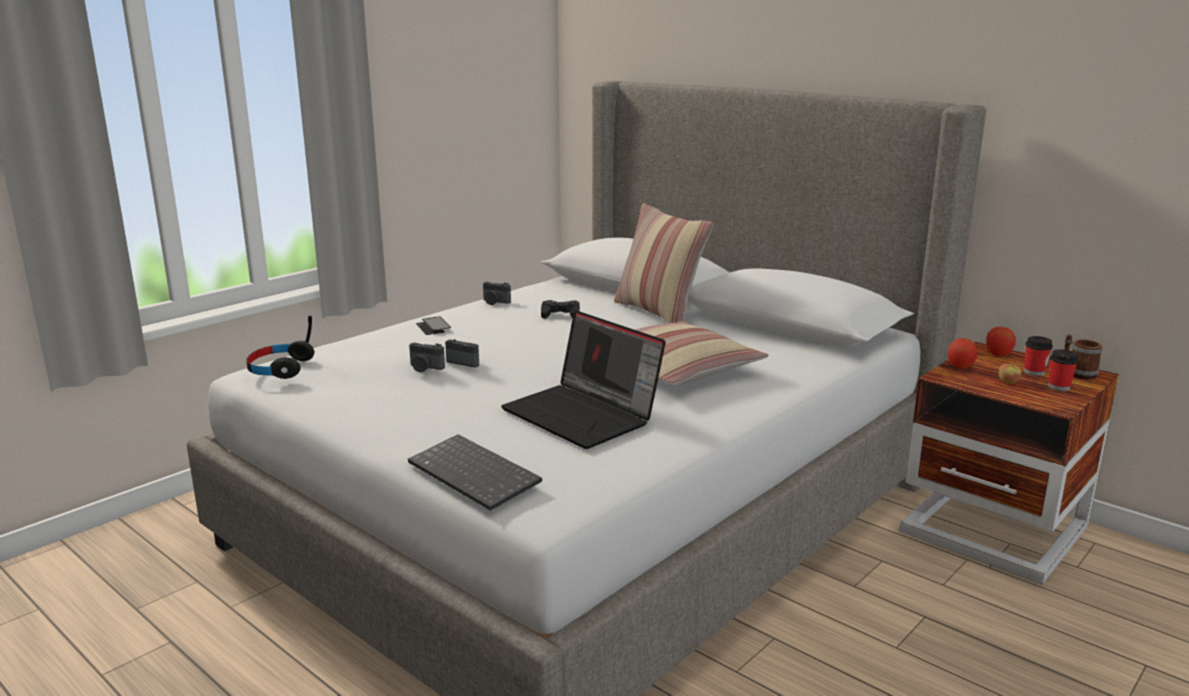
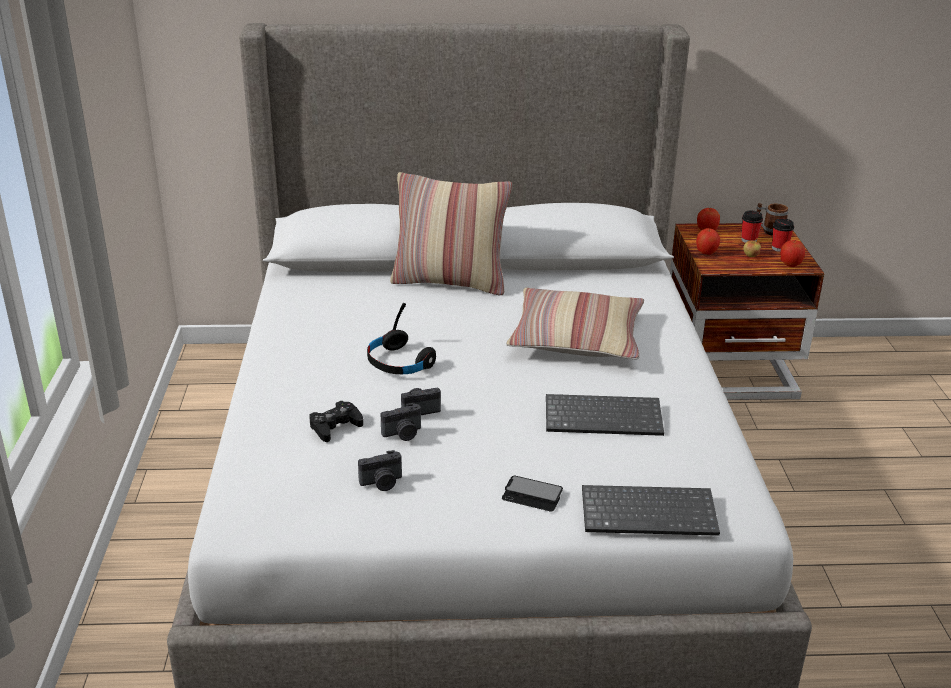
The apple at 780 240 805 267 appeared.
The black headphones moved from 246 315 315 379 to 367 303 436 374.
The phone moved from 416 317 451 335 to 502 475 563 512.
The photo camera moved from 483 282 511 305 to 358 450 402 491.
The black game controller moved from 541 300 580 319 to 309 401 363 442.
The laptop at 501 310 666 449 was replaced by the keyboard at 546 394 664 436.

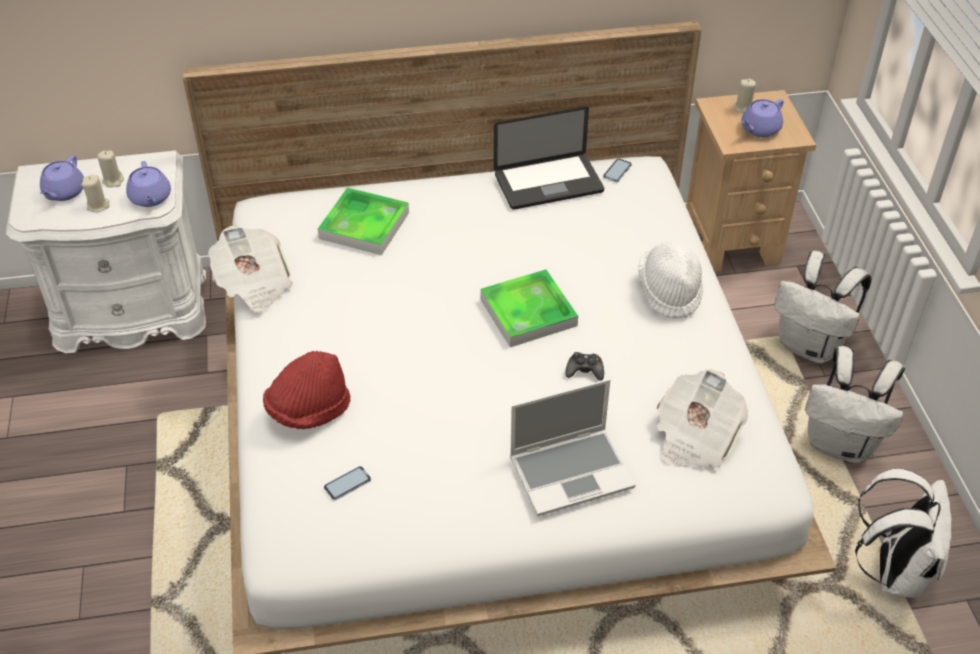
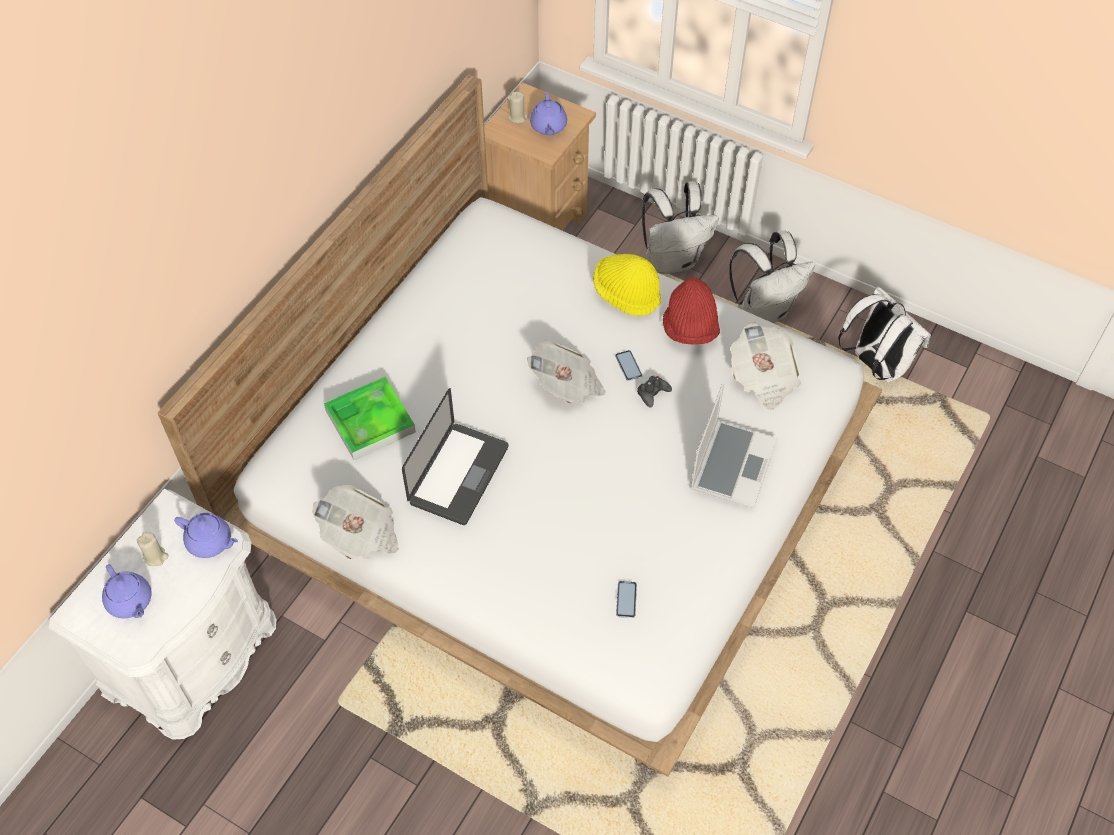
The beige candle at 82 175 110 212 disappeared.
The red hat moved from 263 351 351 429 to 663 276 720 344.
The laptop moved from 494 107 604 209 to 402 388 508 525.
The phone moved from 603 158 632 182 to 615 350 642 381.
The tray at 480 269 578 347 was replaced by the newspaper at 527 341 606 404.
The white hat at 638 242 704 318 became the yellow hat at 593 254 661 316.

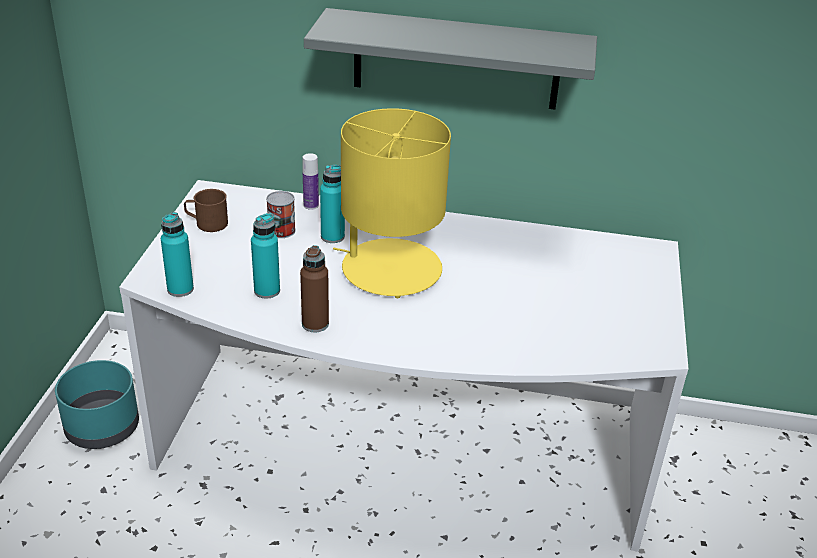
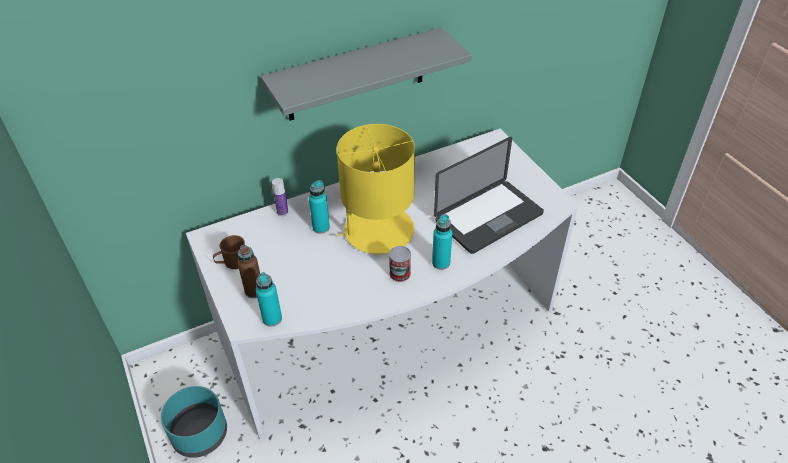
The laptop at 434 137 544 254 appeared.
The turquoise bottle moved from 251 213 280 299 to 432 214 452 270.
The can moved from 266 191 296 238 to 389 246 411 282.
The brown bottle moved from 300 245 329 332 to 237 245 260 298.

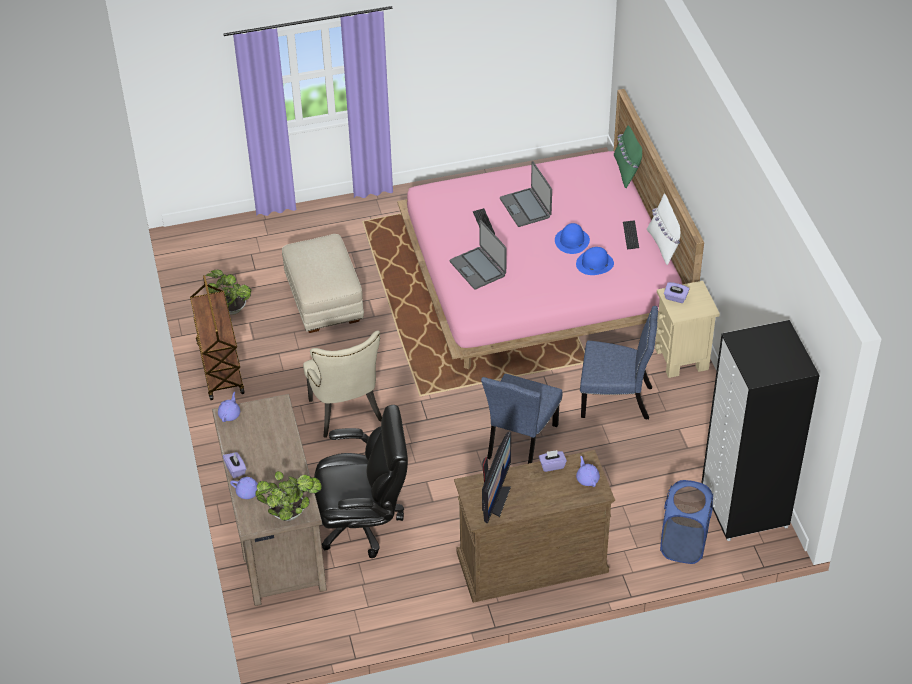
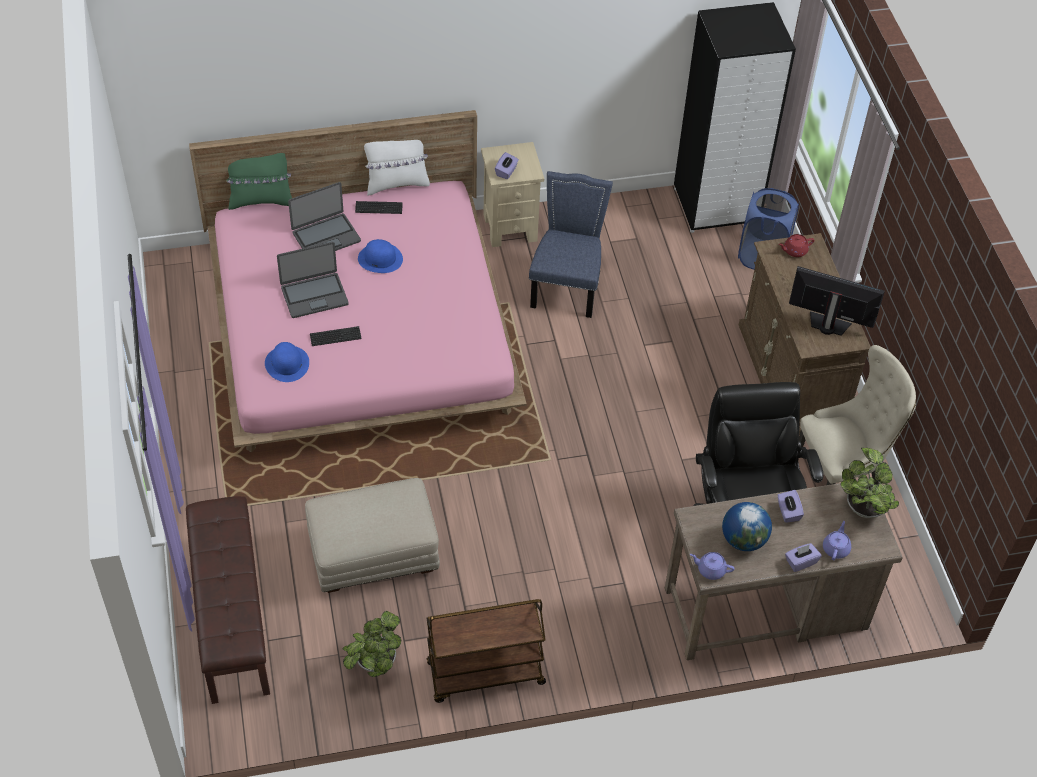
The blue chair at 481 374 563 464 disappeared.
The brown bench at 186 496 270 704 appeared.
The globe at 722 502 772 551 appeared.
The beige chair moved from 303 331 382 438 to 799 345 916 485.
The laptop moved from 450 220 507 289 to 288 182 361 251.
The purple tissue box moved from 539 450 567 472 to 777 490 804 523.
The blue hat moved from 576 247 614 275 to 265 342 309 382.
The purple teapot at 576 456 600 487 became the red teapot at 778 234 815 257.

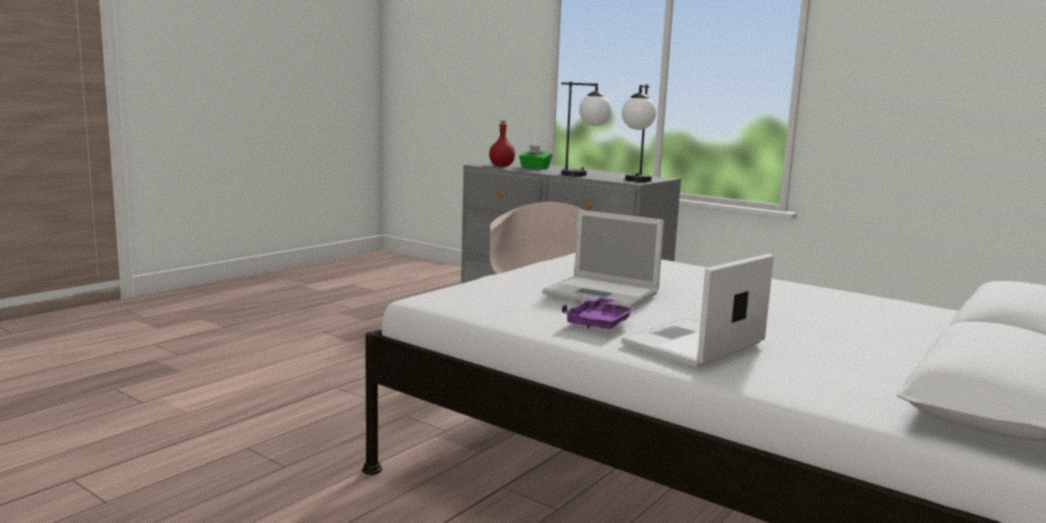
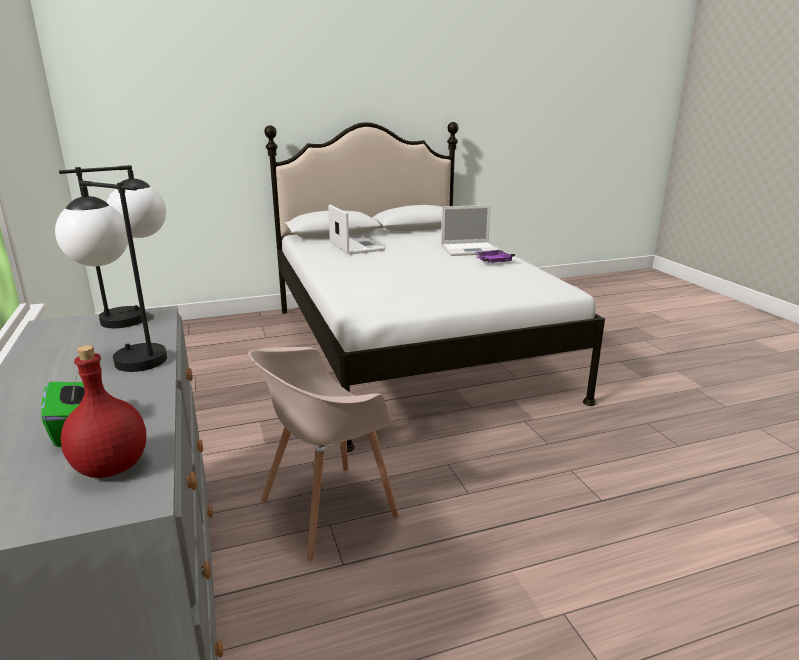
The laptop moved from 543 210 664 307 to 328 205 385 255.

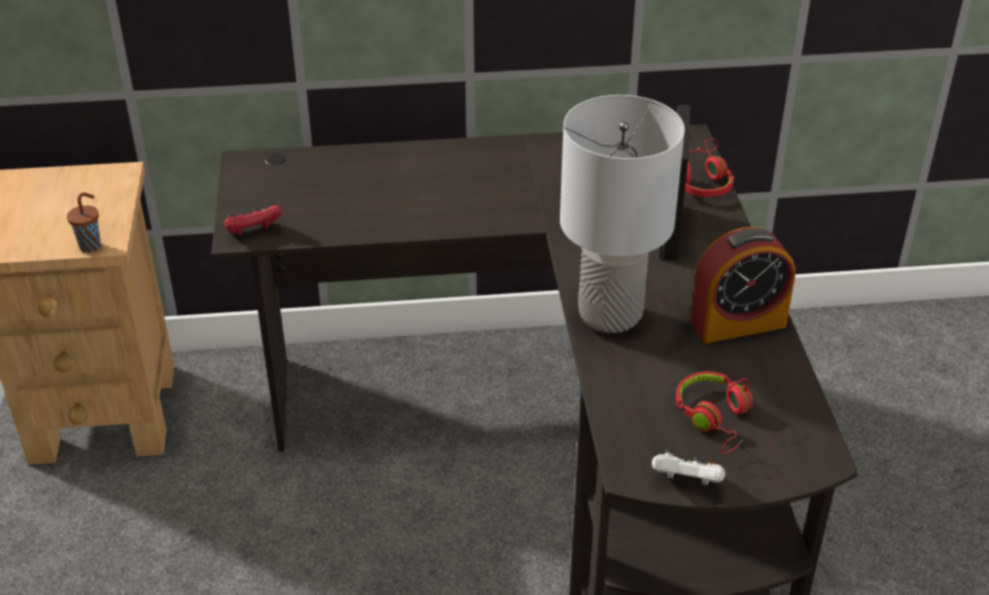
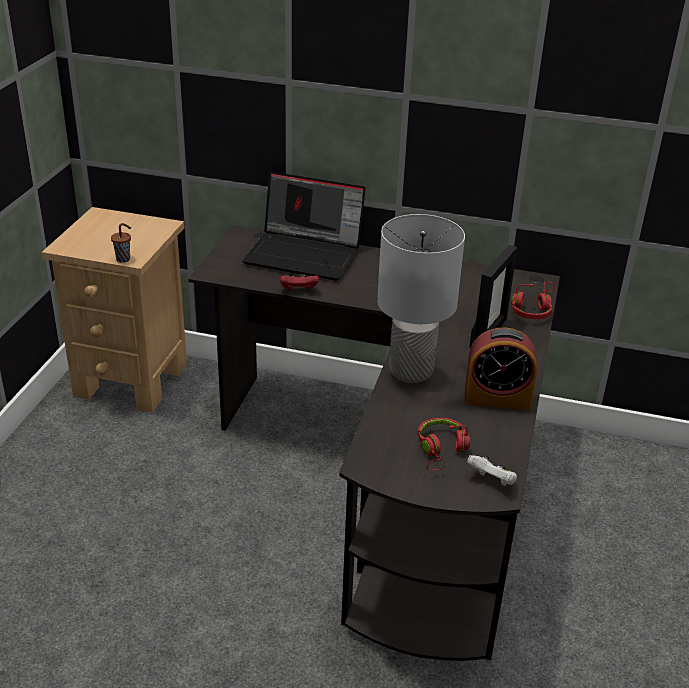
The laptop at 242 172 366 281 appeared.
The red game controller moved from 224 205 282 236 to 280 275 319 290.
The white game controller moved from 652 450 725 485 to 467 455 517 486.

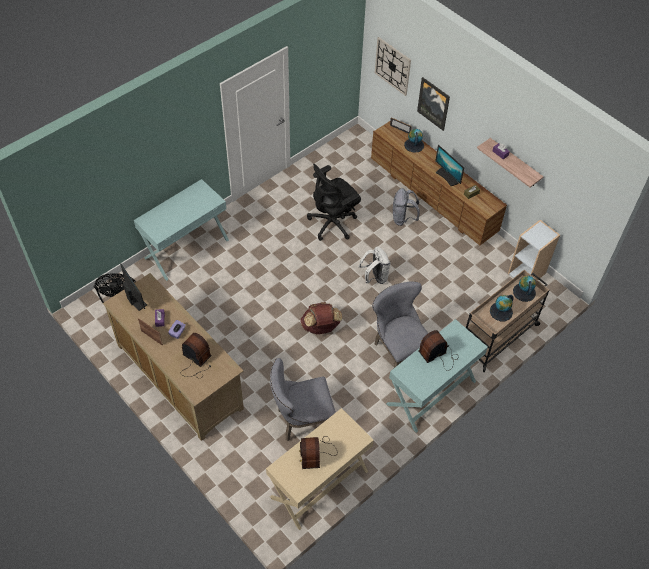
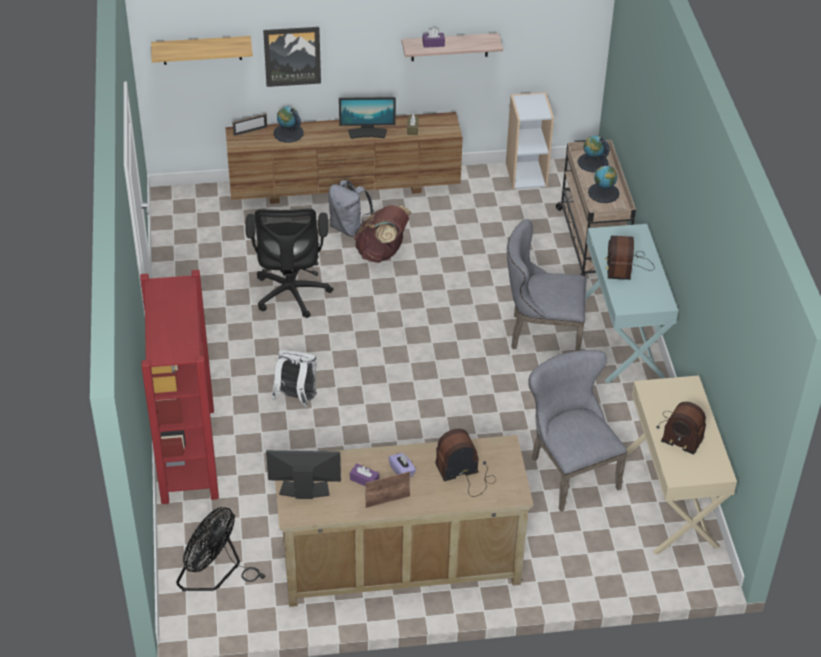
The brown backpack moved from 300 302 342 334 to 354 204 411 263.
The white backpack moved from 358 247 391 284 to 272 350 317 407.
The turquoise desk at 134 179 229 281 was replaced by the red bookcase at 140 270 219 504.
The wall clock at 375 37 411 96 was replaced by the shelf at 151 36 253 65.
The grey chair at 270 358 336 441 turned 135 degrees clockwise.

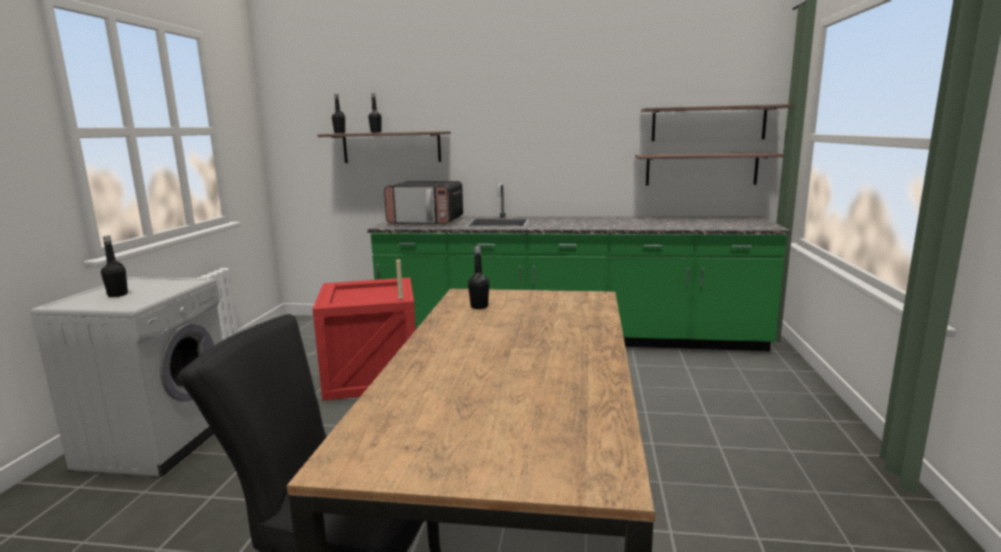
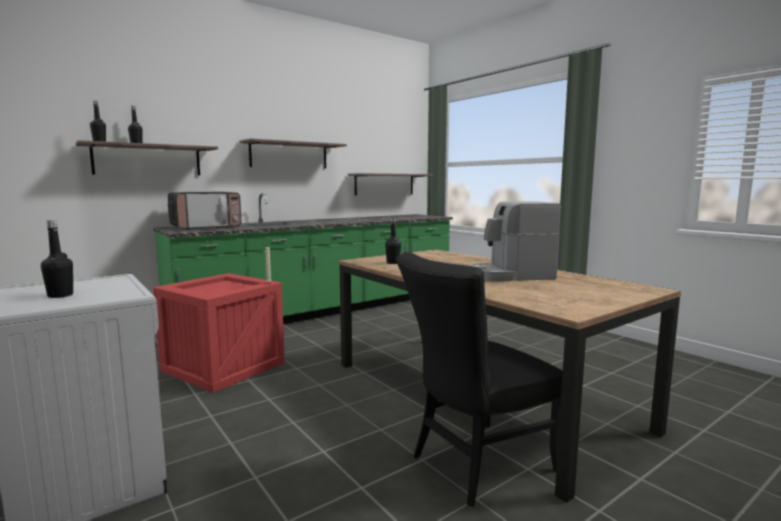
The coffee machine at 471 201 561 281 appeared.
The shelf moved from 641 104 793 141 to 239 138 347 169.

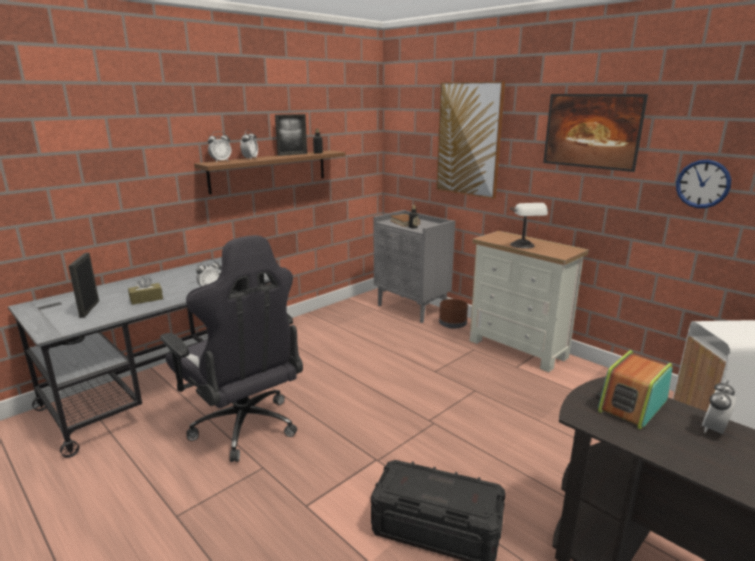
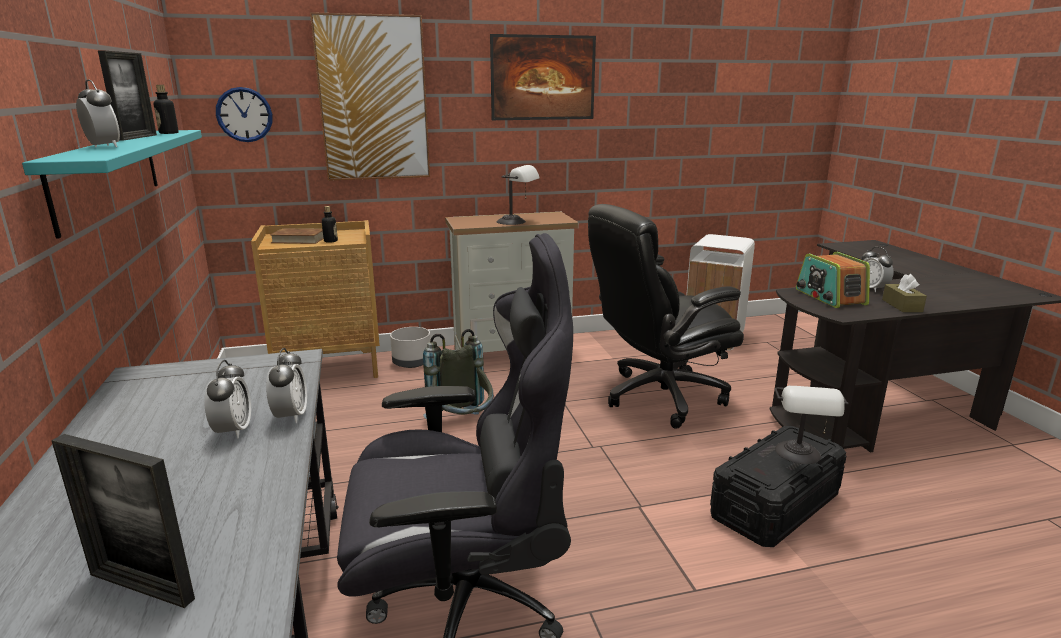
The grey backpack at 423 329 493 419 appeared.
The black office chair at 588 204 744 429 appeared.
The table lamp at 775 386 849 464 appeared.
The brown tissue box moved from 128 277 163 305 to 882 274 927 312.
The alarm clock moved from 208 131 231 162 to 204 360 251 439.
The wall clock moved from 676 160 731 208 to 216 87 273 142.
The brown shelf at 194 150 346 194 became the turquoise shelf at 22 130 202 239.
The grey cabinet at 374 210 455 323 became the brown cabinet at 251 220 380 378.
The brown planter at 439 299 468 329 became the grey planter at 390 327 430 368.

